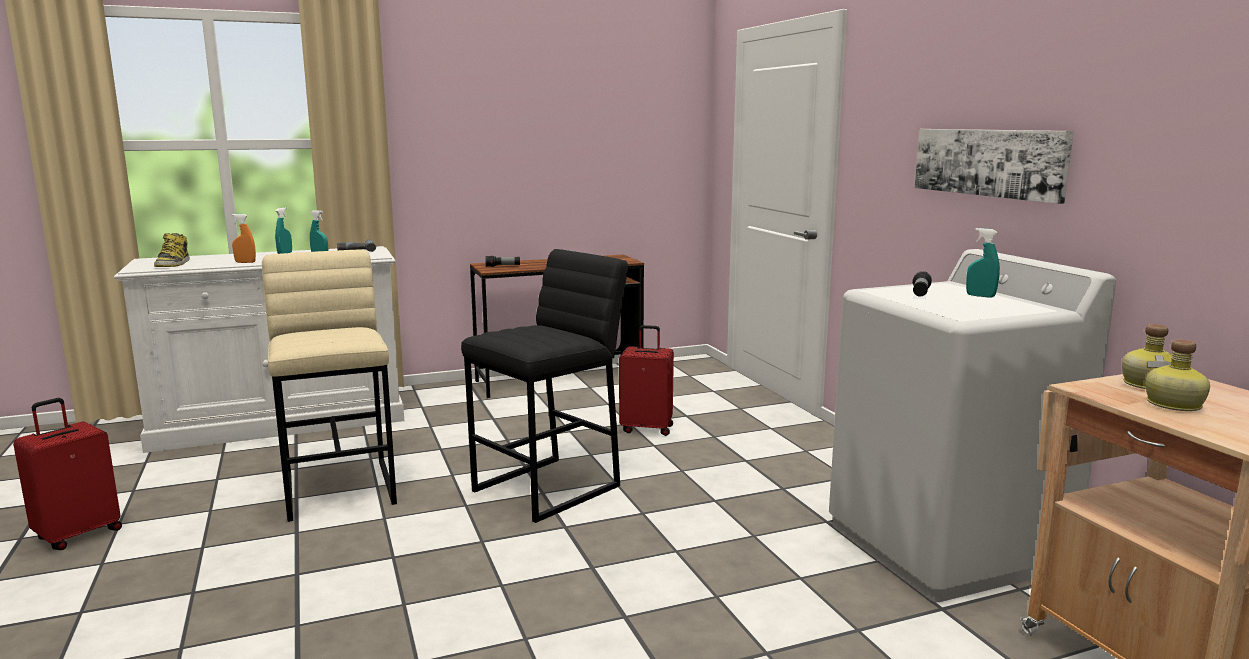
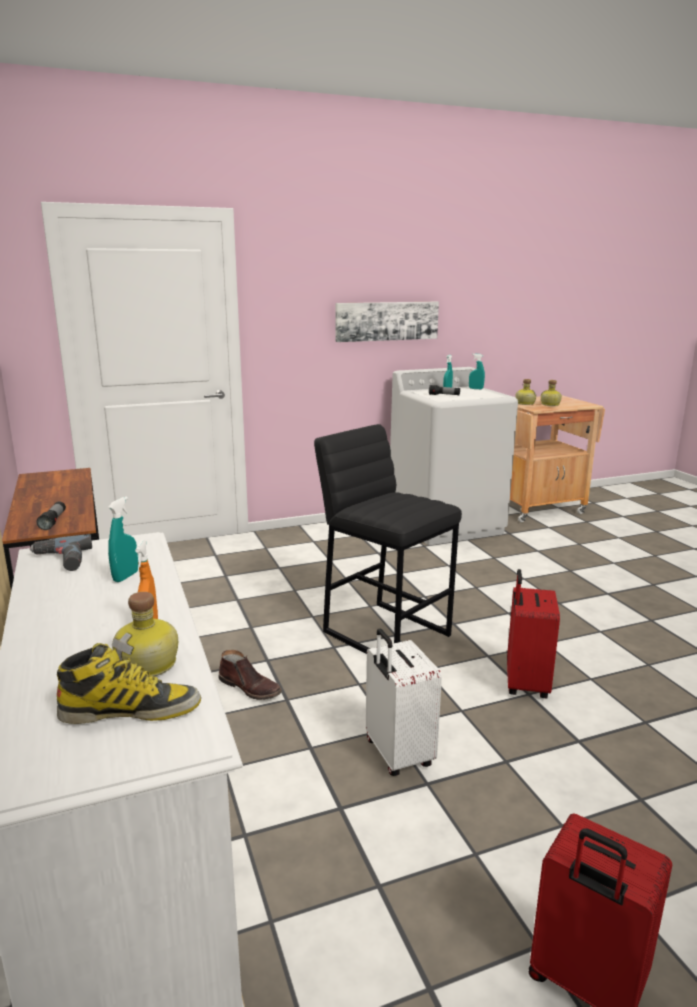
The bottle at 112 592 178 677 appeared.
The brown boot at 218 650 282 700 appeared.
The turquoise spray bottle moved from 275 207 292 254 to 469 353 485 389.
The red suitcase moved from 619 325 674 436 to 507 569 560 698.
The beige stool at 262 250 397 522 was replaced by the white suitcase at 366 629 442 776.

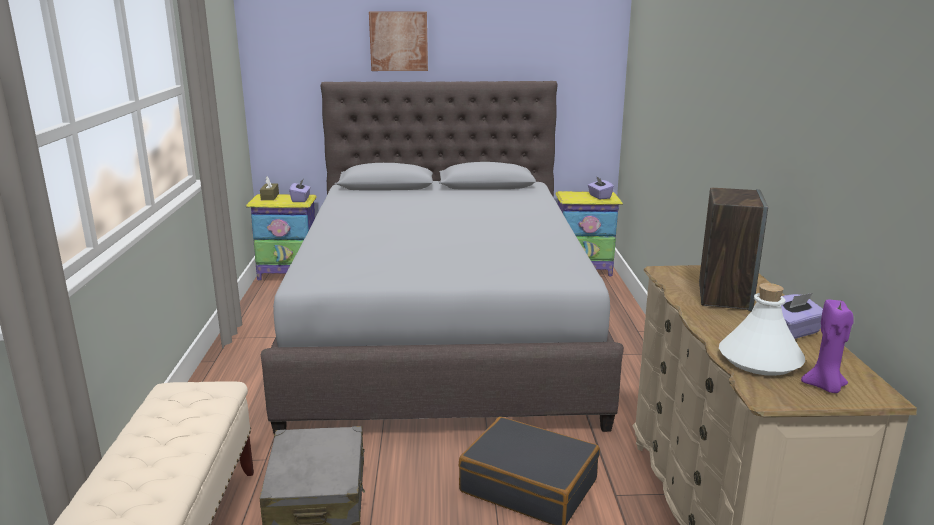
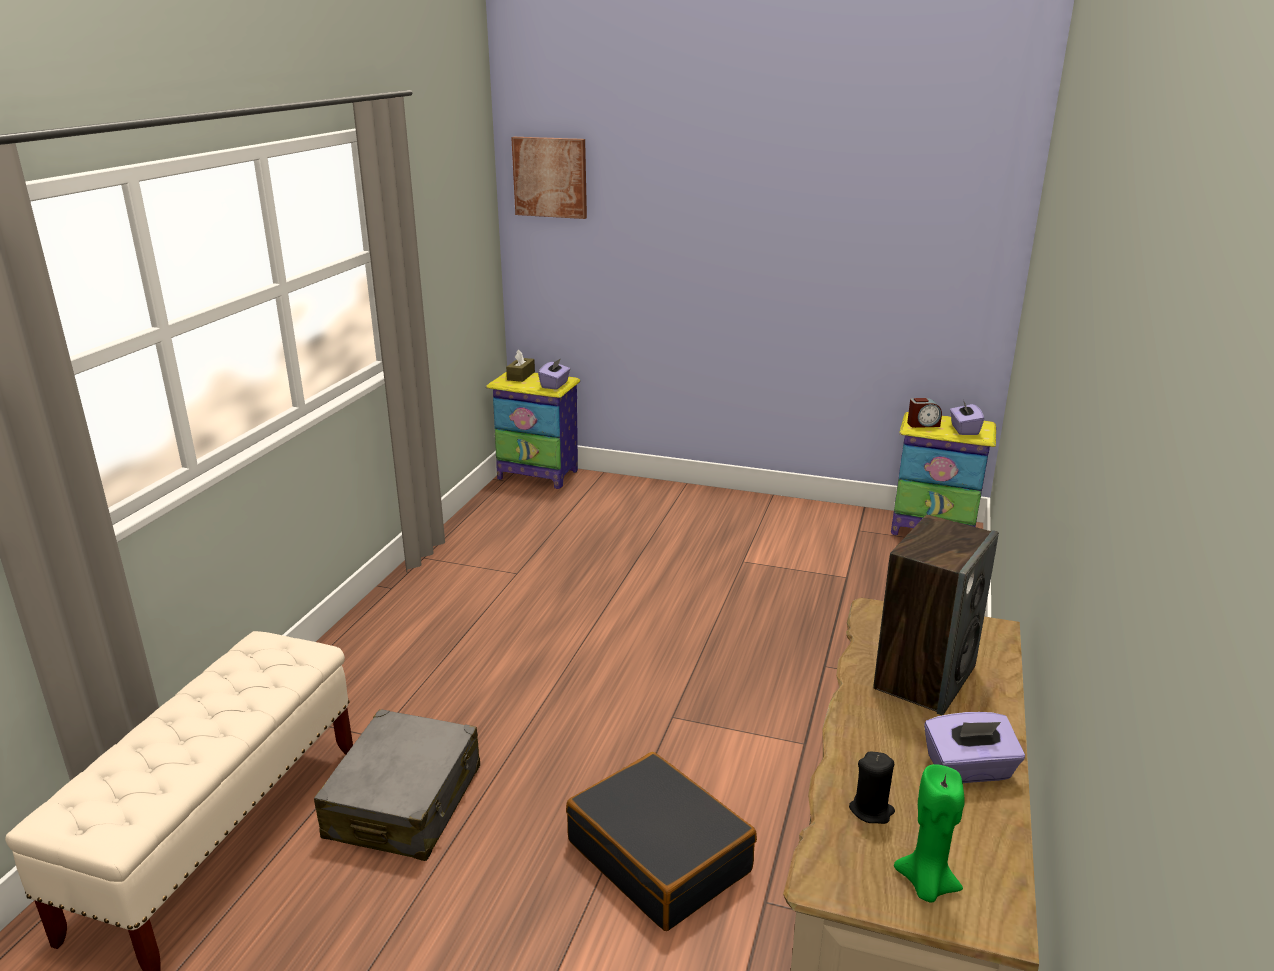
The grey bed at 261 81 624 434 disappeared.
The alarm clock at 907 398 942 428 appeared.
The picture moved from 369 11 428 71 to 511 137 587 219.
The white bottle at 719 283 805 376 was replaced by the black candle at 849 752 895 824.
The purple candle at 801 299 854 393 became the green candle at 894 764 965 903.

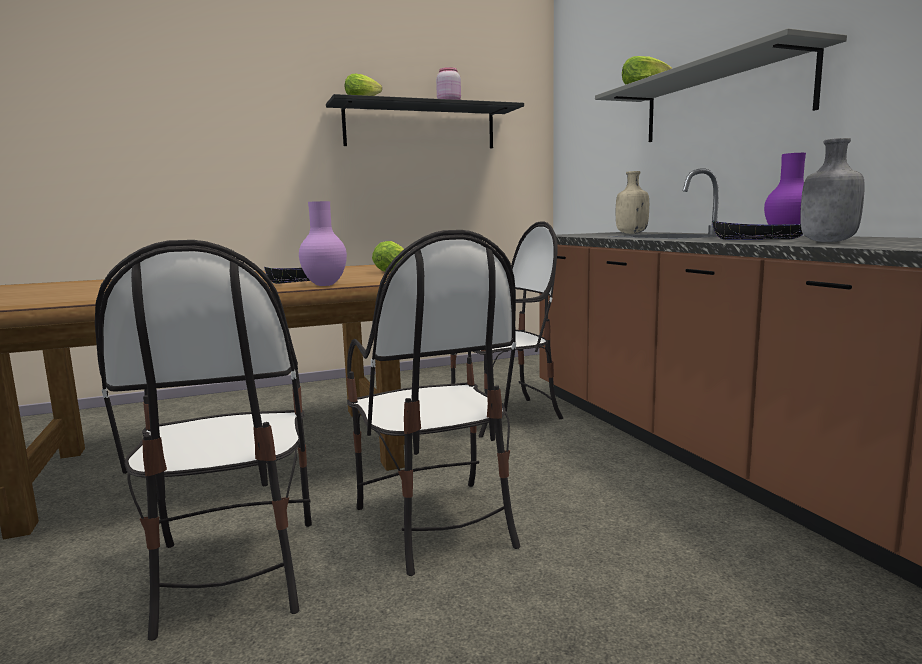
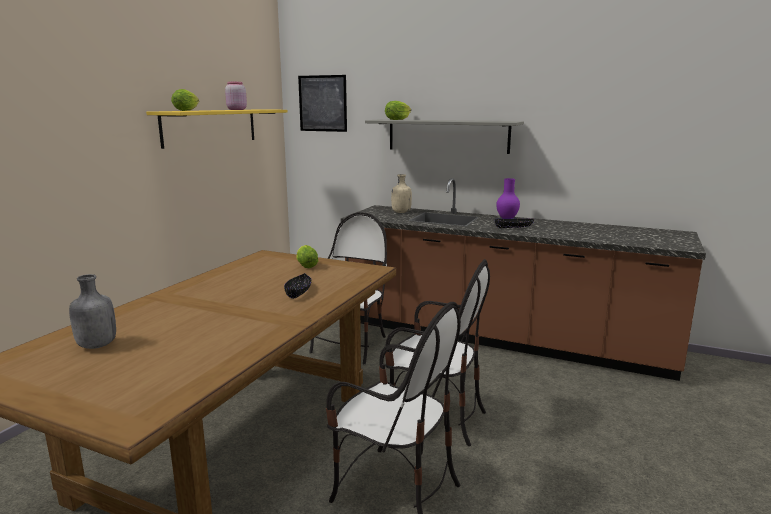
The purple vase at 299 201 347 286 disappeared.
The picture at 298 75 347 132 appeared.
The grey bottle moved from 800 138 865 242 to 69 274 116 349.
The black shelf at 326 94 524 148 became the yellow shelf at 146 109 288 149.

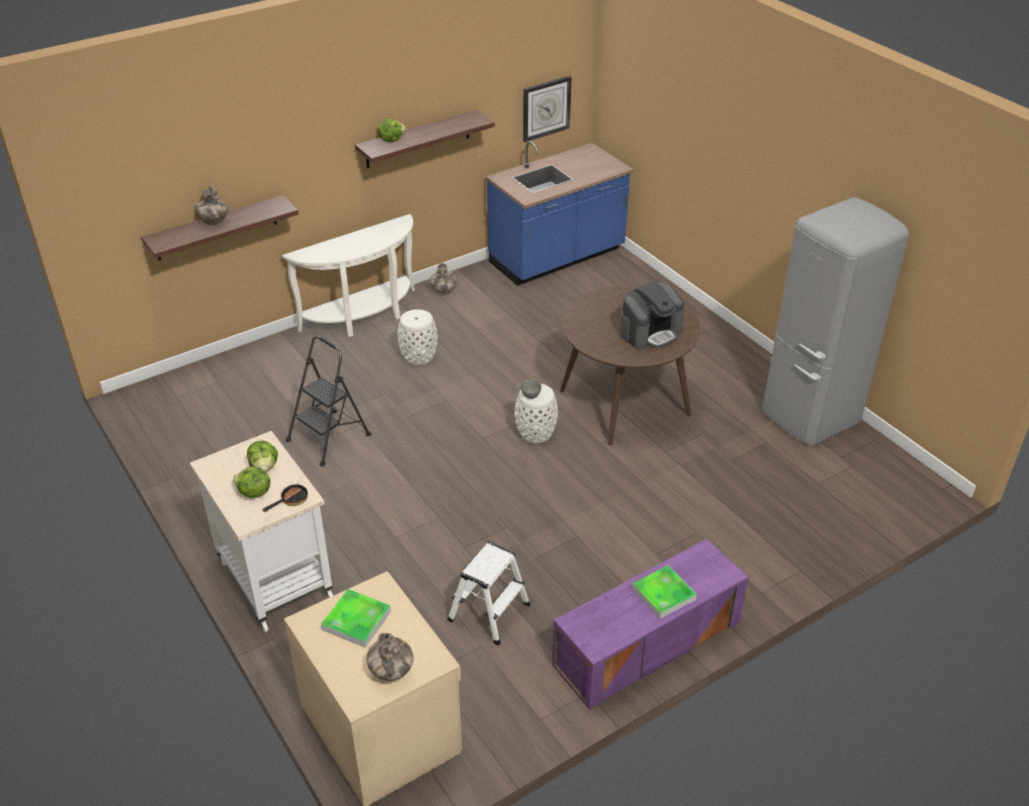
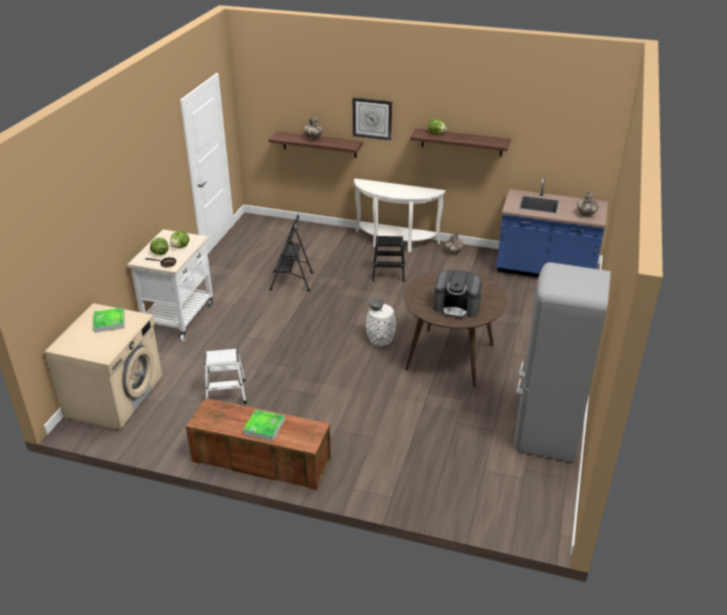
The vase moved from 367 633 414 681 to 577 192 599 216.
The wall clock moved from 523 76 572 142 to 353 97 392 141.
The white stool at 397 309 438 365 was replaced by the black step ladder at 372 236 405 282.
The purple bench at 552 539 749 710 became the brown bench at 185 398 331 490.

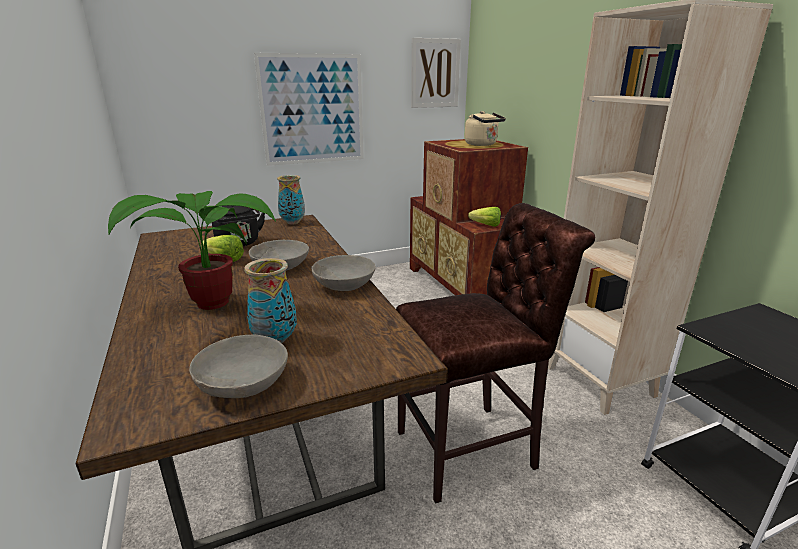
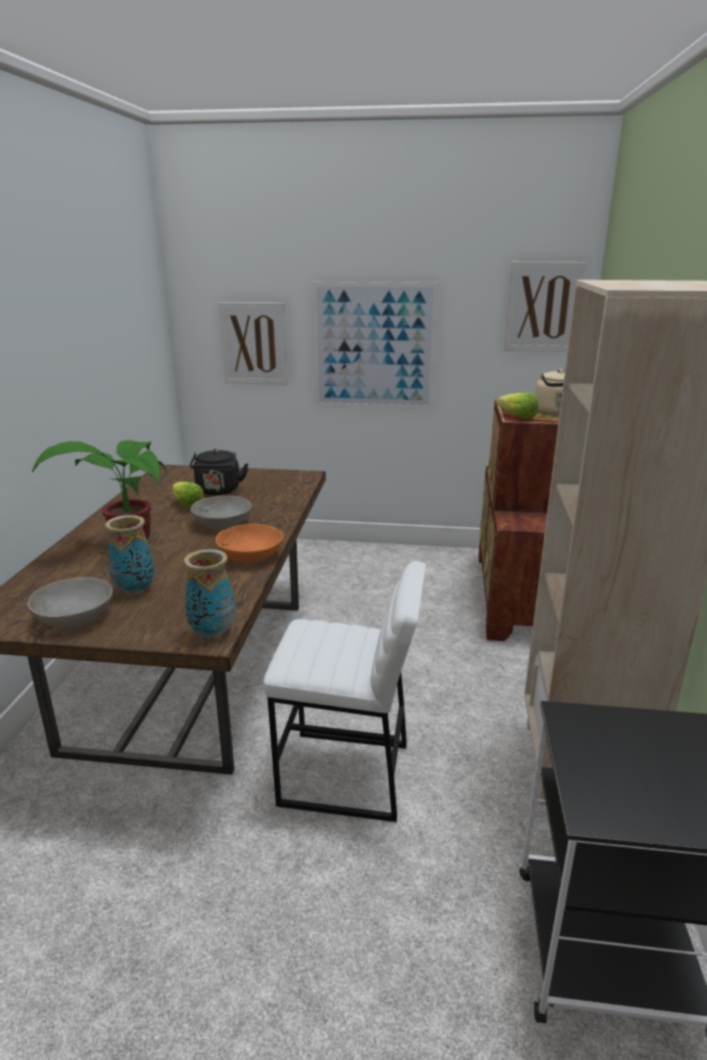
The picture at 219 302 288 385 appeared.
The vase moved from 277 175 305 224 to 184 549 236 639.
The lettuce moved from 468 207 501 227 to 497 392 538 420.
The brown stool at 396 203 595 504 was replaced by the white chair at 264 561 426 822.
The grey bowl at 311 255 376 291 became the orange bowl at 216 524 283 563.

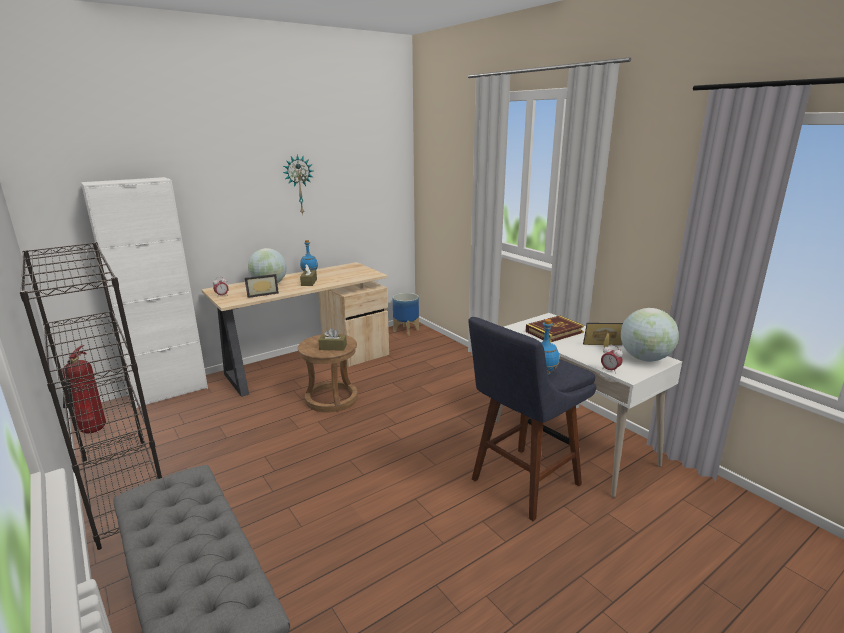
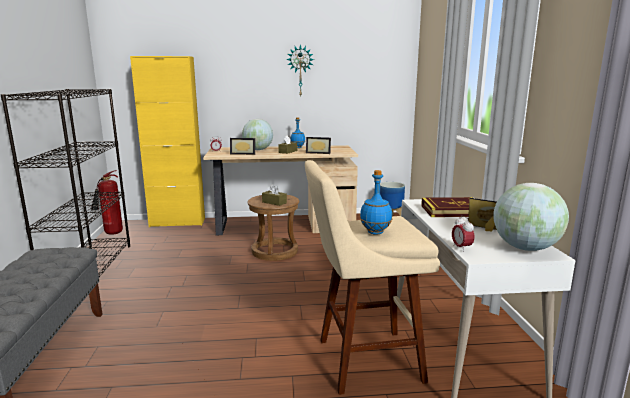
The picture frame at 306 137 331 154 appeared.
The white cabinet at 81 177 208 408 became the yellow cabinet at 130 56 205 227.
The blue stool at 468 317 596 521 became the beige stool at 305 160 440 395.

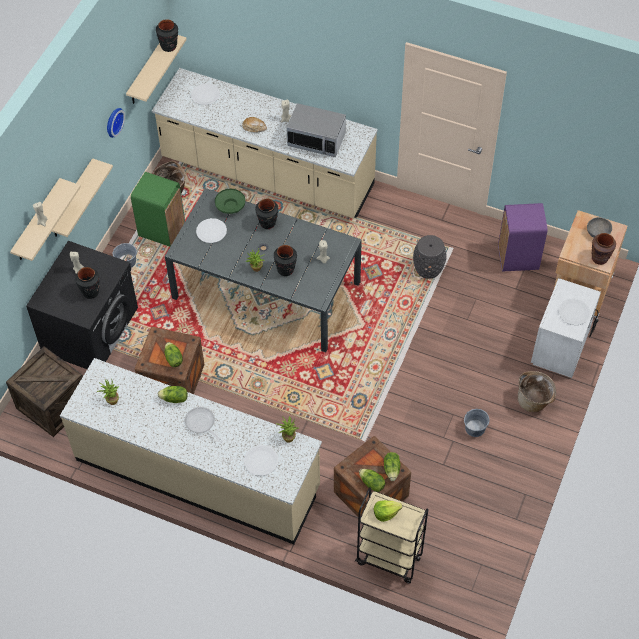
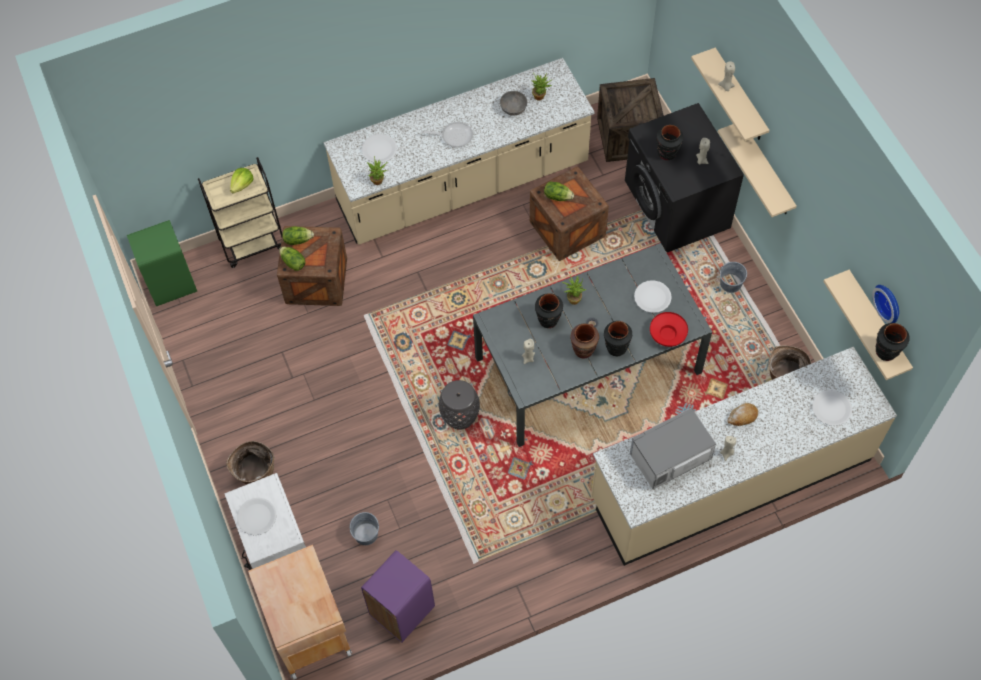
The lettuce at 158 386 188 403 disappeared.
The wall clock moved from 107 108 125 138 to 872 285 899 323.
The green trash can moved from 131 172 185 247 to 127 220 197 307.
The grey stool moved from 413 235 447 279 to 439 380 480 430.
The grey bucket moved from 464 409 490 437 to 350 512 379 545.
The grey bowl moved from 587 217 612 238 to 500 91 527 115.
The brown vase moved from 592 233 616 265 to 570 324 599 359.
The green bowl at 215 189 245 214 became the red bowl at 650 312 688 347.

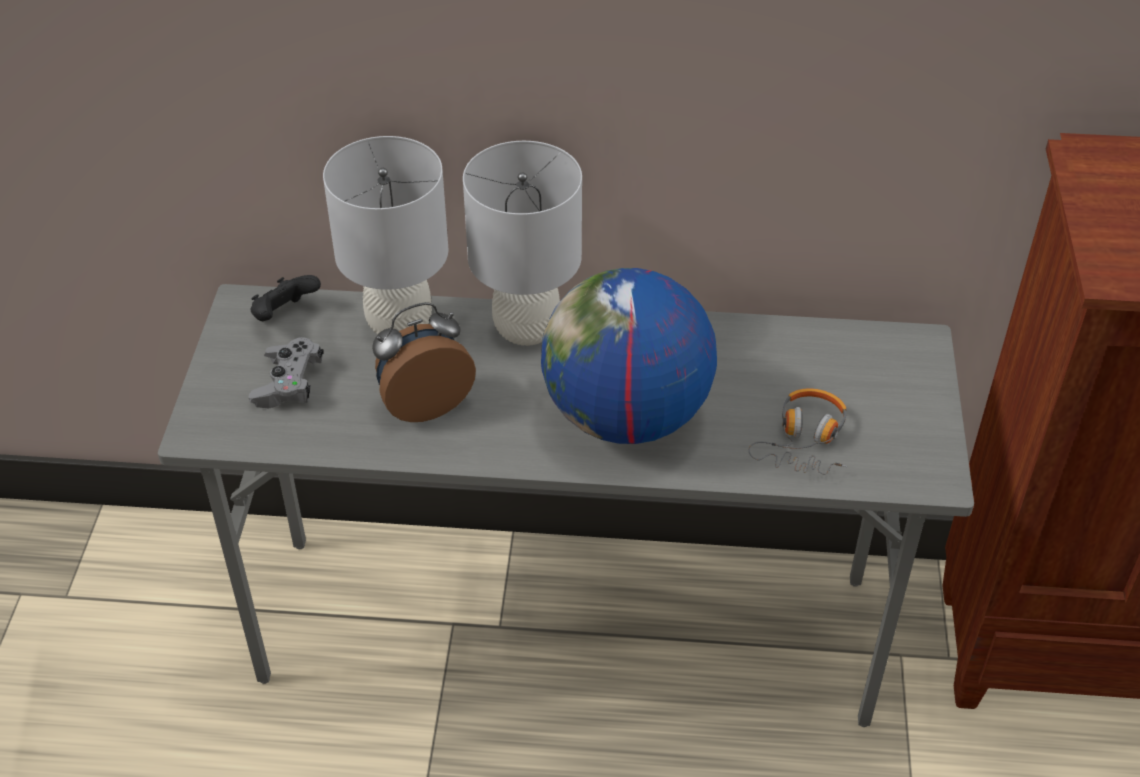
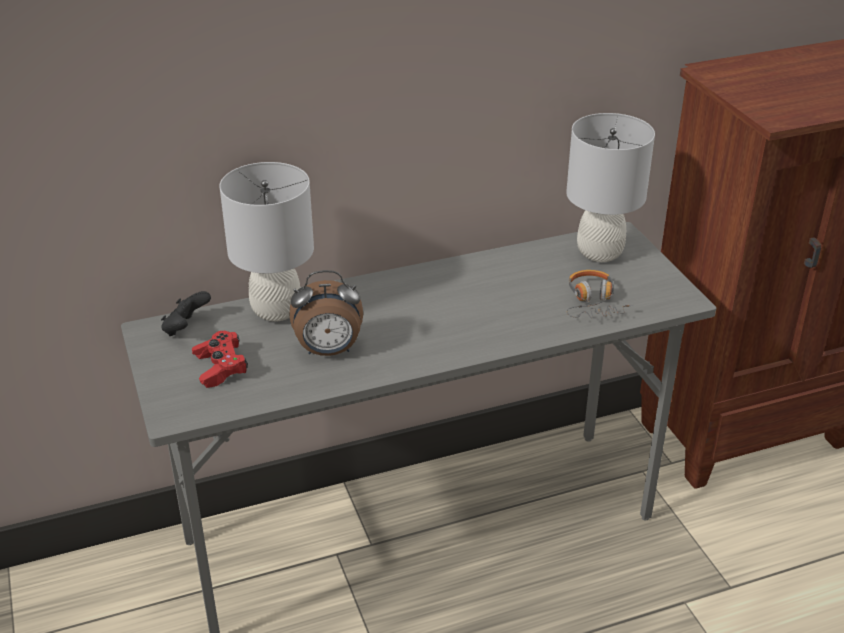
The globe at 541 268 717 444 disappeared.
The grey table lamp moved from 463 141 582 346 to 566 113 655 262.
The grey game controller at 249 337 323 408 became the red game controller at 192 331 248 388.
The alarm clock at 372 302 476 422 turned 135 degrees counterclockwise.

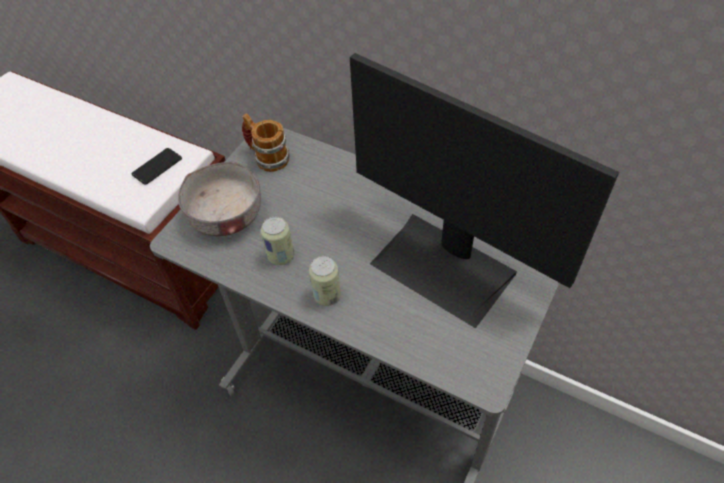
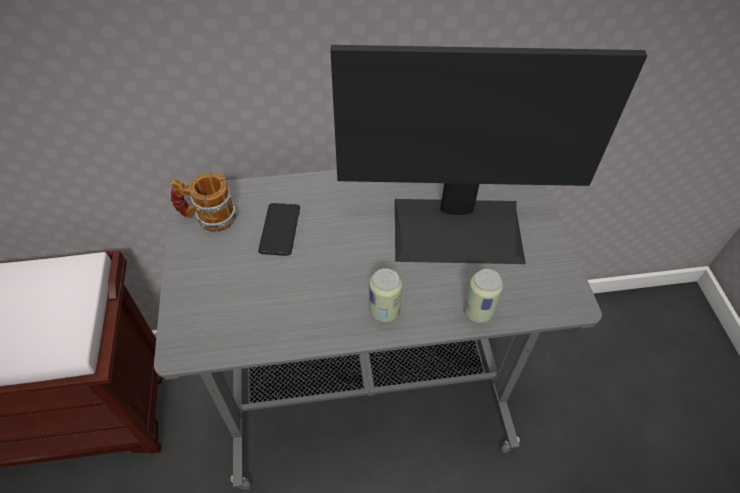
The grey bowl at 178 162 261 236 disappeared.
The phone moved from 132 148 182 185 to 258 203 300 256.
The can moved from 261 217 294 265 to 464 269 503 323.

